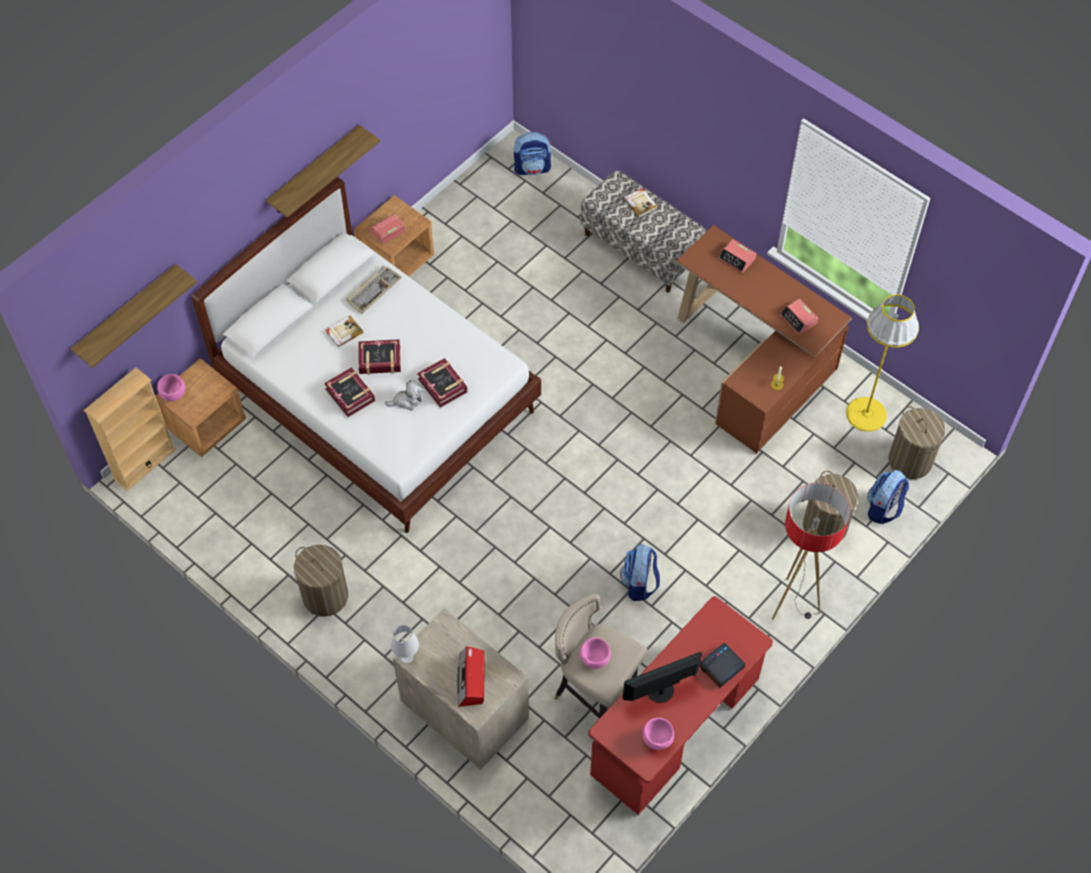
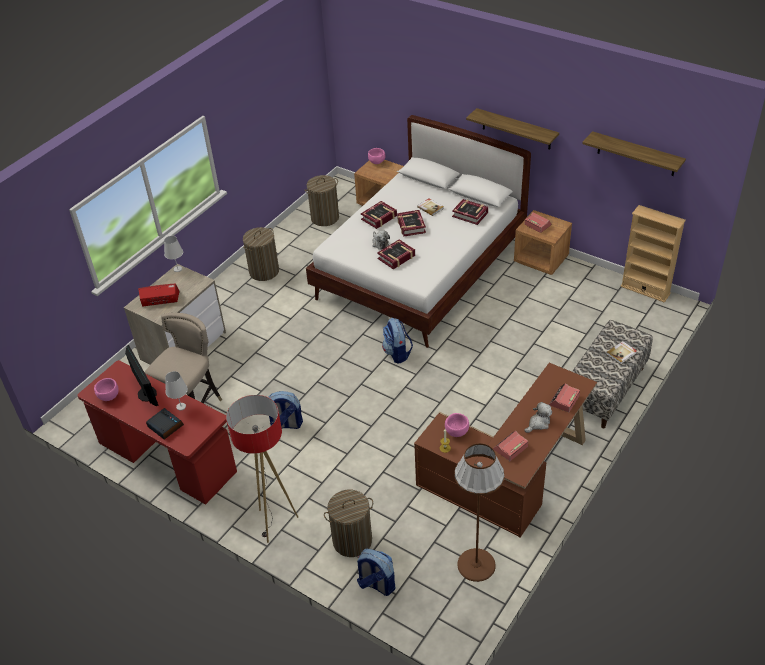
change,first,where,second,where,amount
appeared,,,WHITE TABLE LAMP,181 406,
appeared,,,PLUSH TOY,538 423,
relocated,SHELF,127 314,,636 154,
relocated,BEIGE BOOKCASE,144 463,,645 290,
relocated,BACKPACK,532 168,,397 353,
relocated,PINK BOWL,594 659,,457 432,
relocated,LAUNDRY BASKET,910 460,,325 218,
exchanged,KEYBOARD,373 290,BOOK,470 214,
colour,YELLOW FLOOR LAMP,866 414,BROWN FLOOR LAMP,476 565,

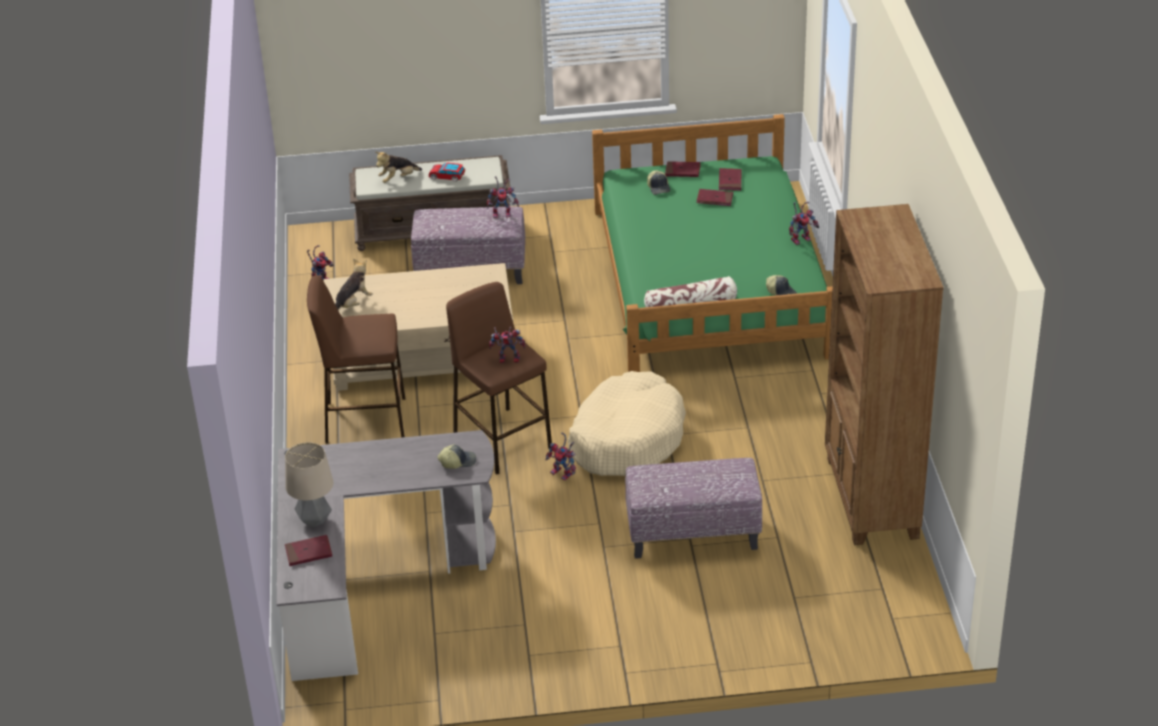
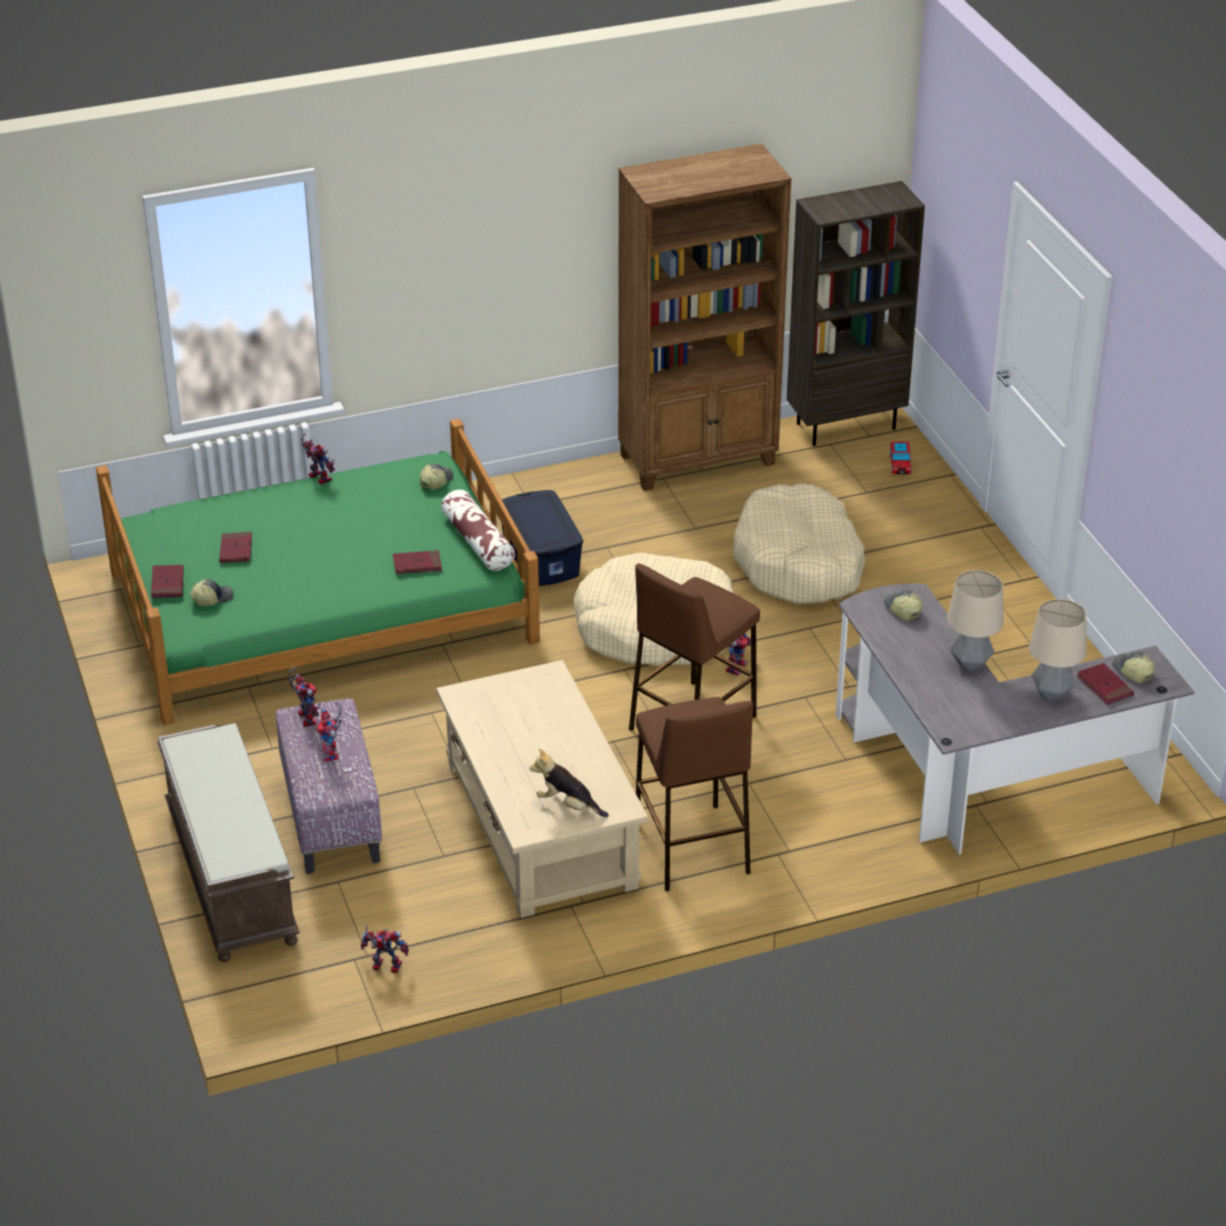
change,first,where,second,where,amount
missing,PLUSH TOY,398 179,,,
appeared,,,BLUE STORAGE BOX,541 556,
appeared,,,BROWN BOOKCASE,846 425,
appeared,,,TABLE LAMP,970 664,
appeared,,,CAP,1132 672,
relocated,TOY CAR,447 177,,900 464,
relocated,TOY ROBOT,507 360,,332 754,
relocated,RED BOOK,730 181,,417 564,
exchanged,OTTOMAN,693 533,BEIGE DOG BED,799 563,

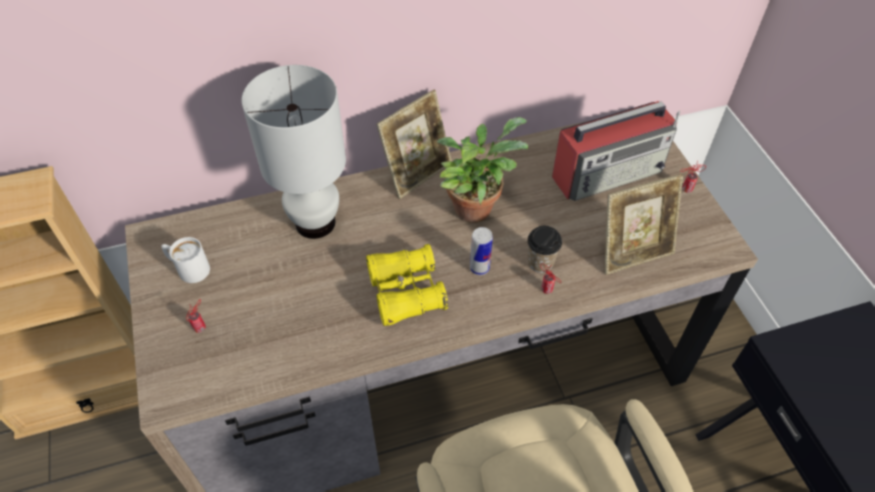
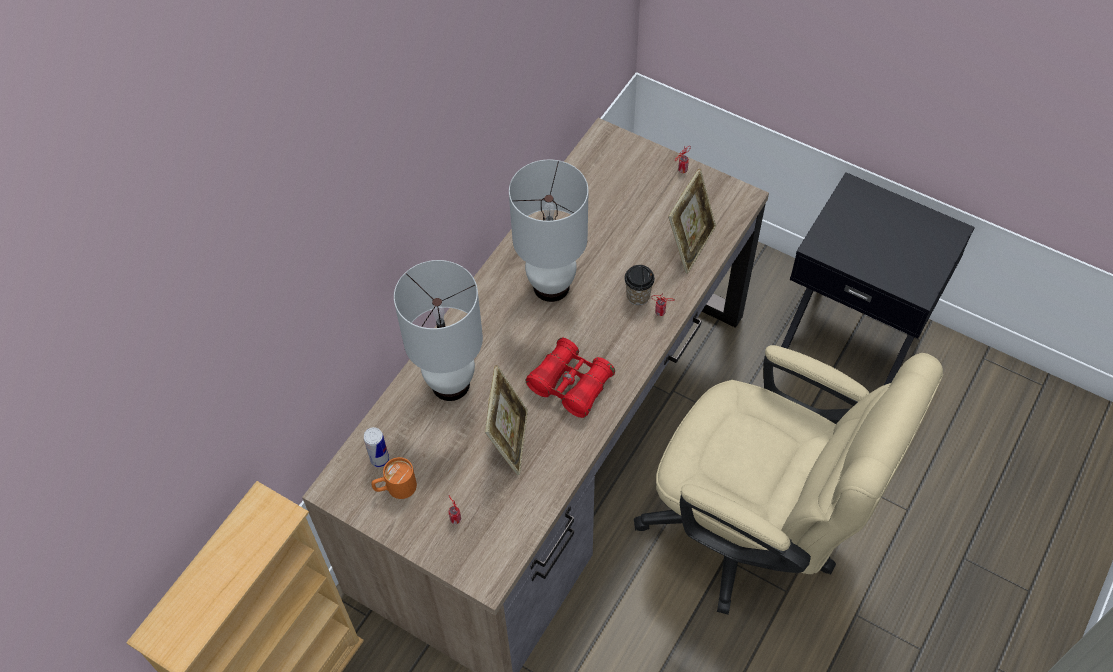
change,first,where,second,where,amount
missing,RADIO,609 173,,,
relocated,PICTURE FRAME,417 173,,509 440,
relocated,CAN,479 268,,379 459,
exchanged,POTTED PLANT,475 205,WHITE TABLE LAMP,552 286,
colour,WHITE MUG,188 268,ORANGE MUG,395 488,
colour,YELLOW BINOCULARS,406 292,RED BINOCULARS,570 384,

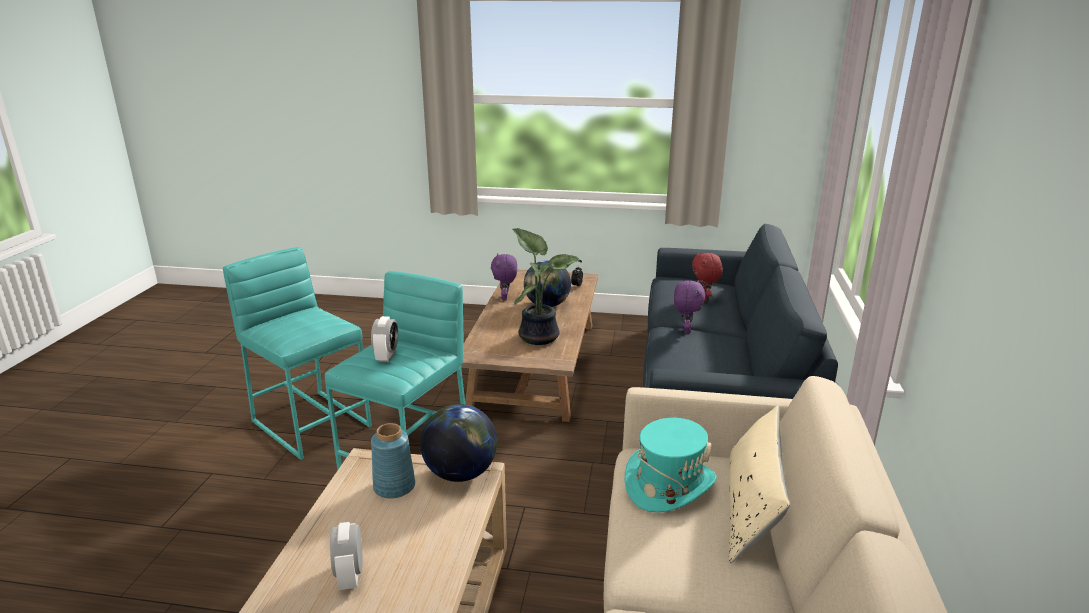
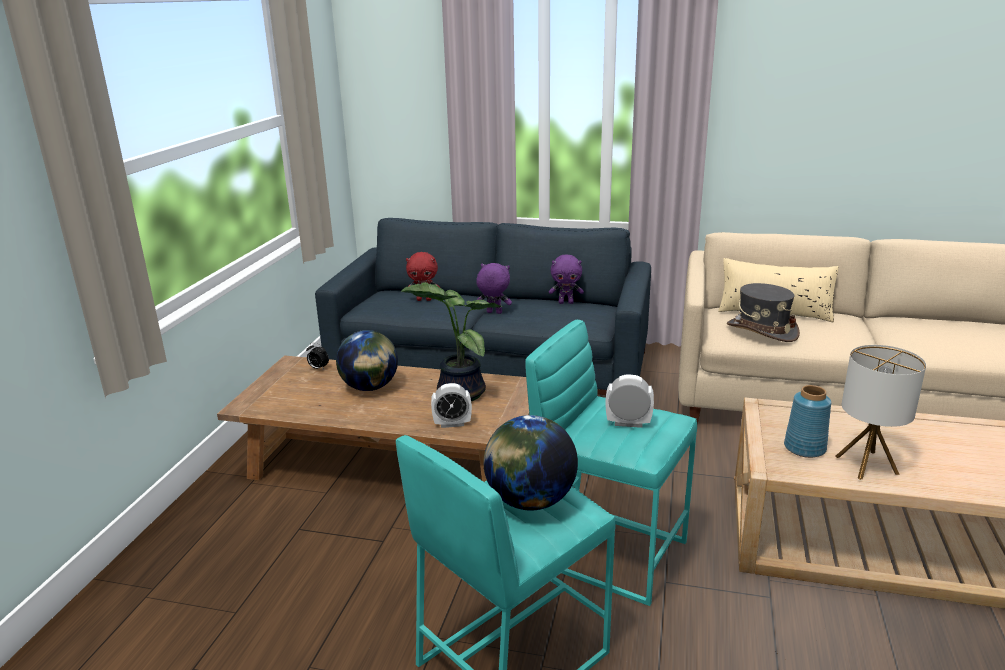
change,first,where,second,where,amount
appeared,,,TABLE LAMP,866 465,
relocated,ALARM CLOCK,350 576,,452 424,
relocated,GLOBE,460 473,,530 501,
relocated,PURPLE PLUSH TOY,505 298,,566 302,
colour,TURQUOISE HAT,669 484,GREY HAT,761 330,

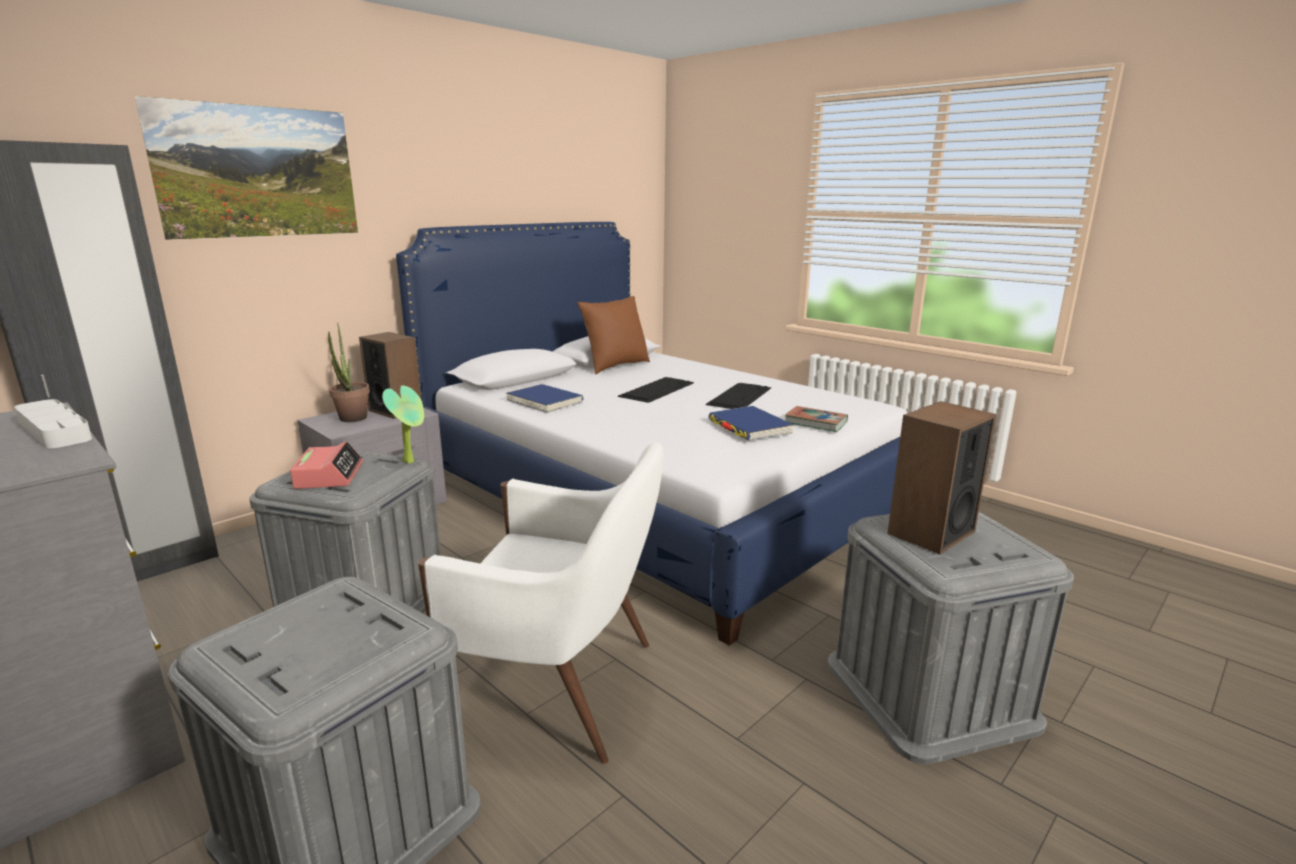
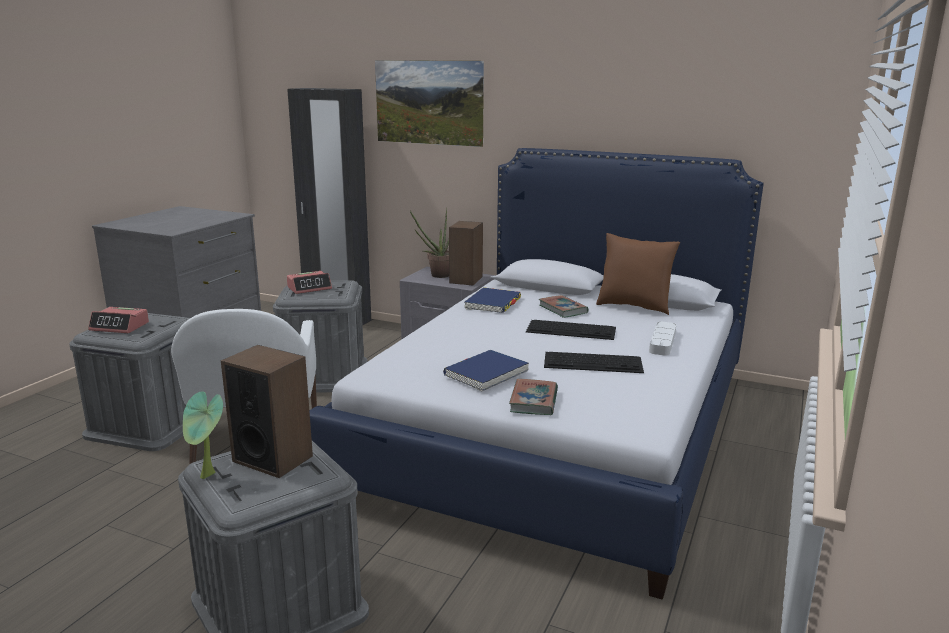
change,first,where,second,where,amount
appeared,,,ALARM CLOCK,120 326,
appeared,,,BOOK,563 309,
relocated,WHITE TRAY,54 430,,662 342,
relocated,POTTED PLANT,411 461,,208 477,

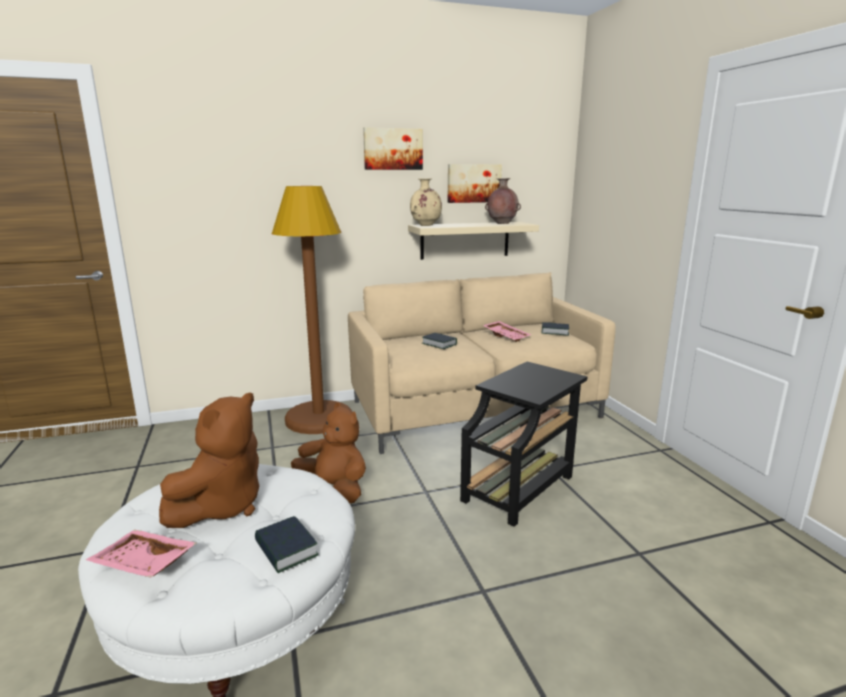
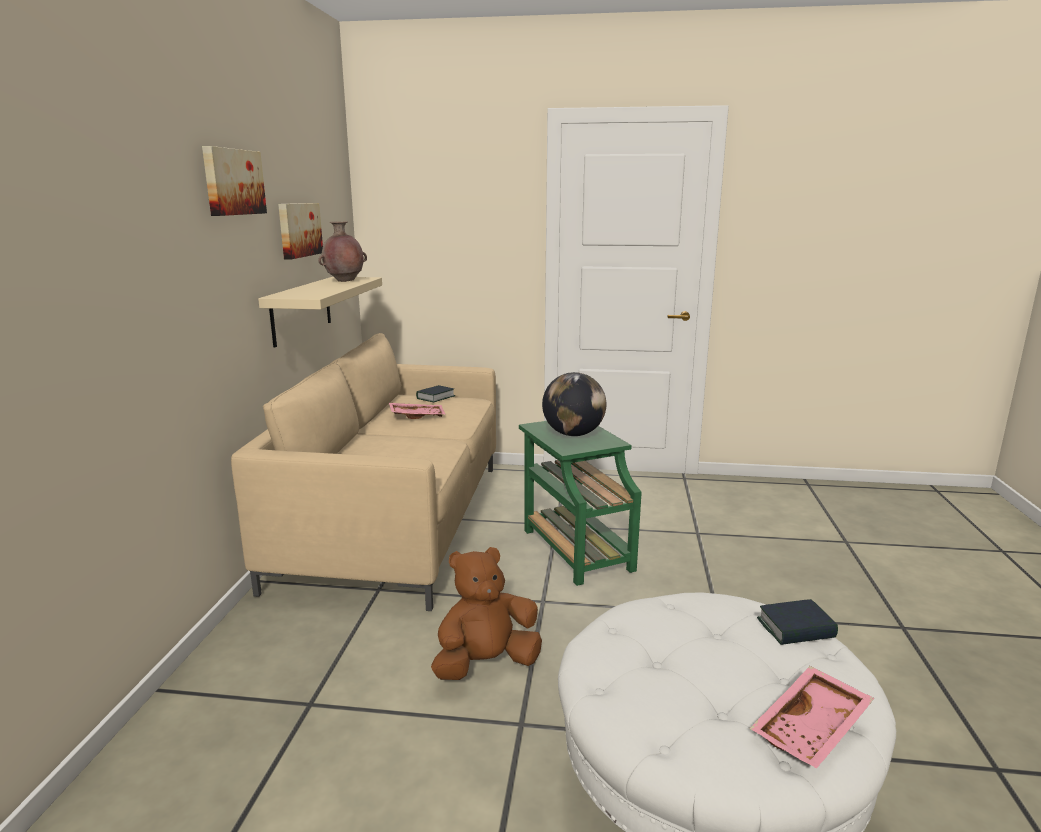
change,first,where,second,where,amount
missing,BROWN PLUSH TOY,222 506,,,
missing,BROWN FLOOR LAMP,319 419,,,
missing,BEIGE VASE,425 225,,,
missing,BOOK,439 344,,,
appeared,,,GLOBE,573 434,
colour,BLACK SIDE TABLE,520 487,GREEN SIDE TABLE,575 549,

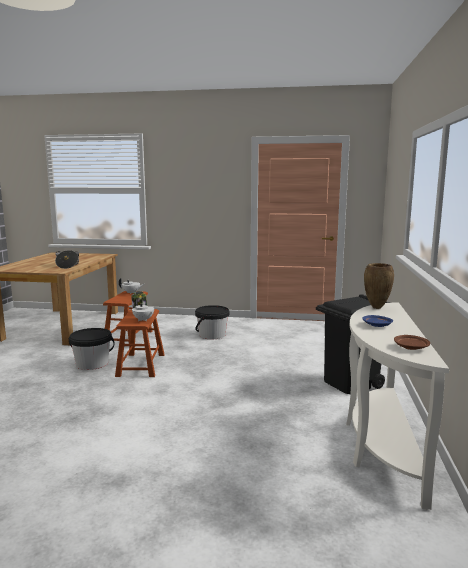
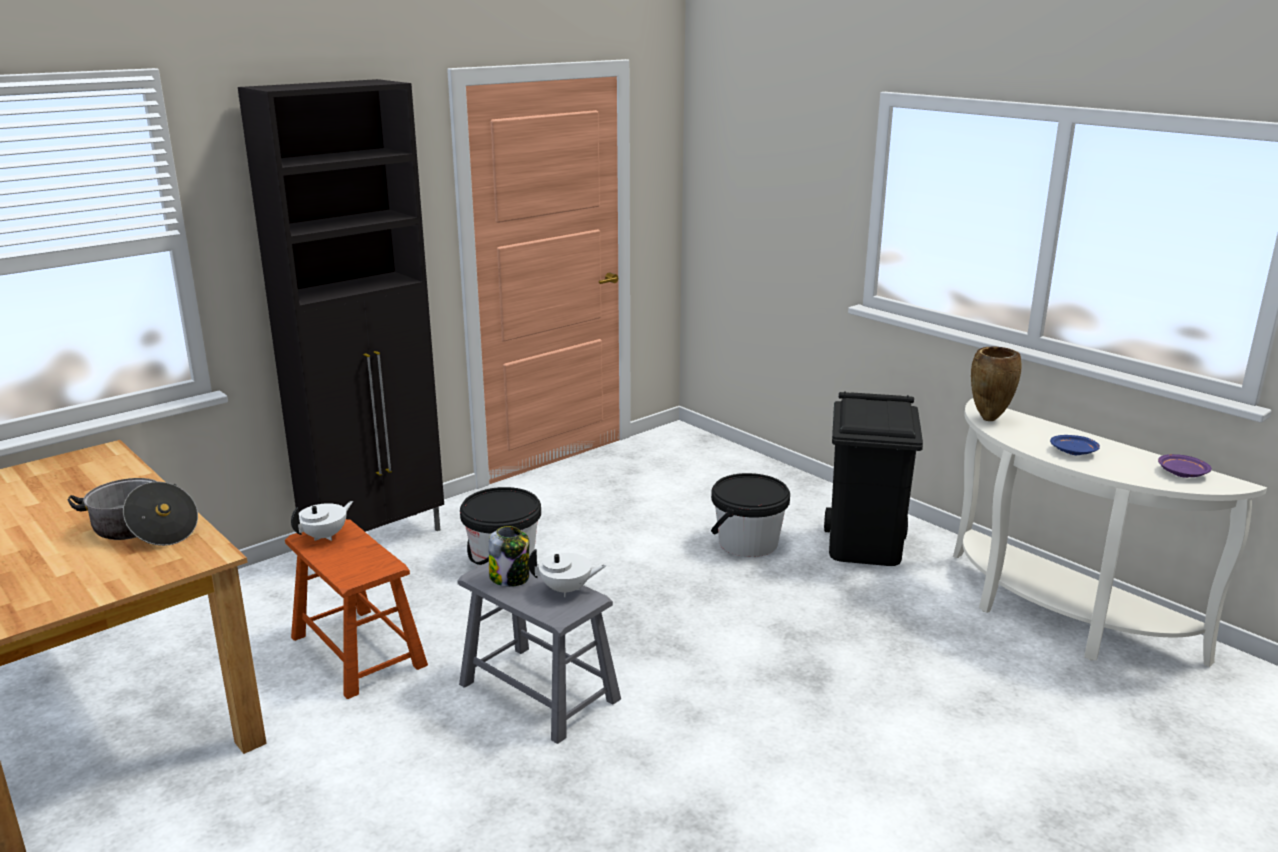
change,first,where,second,where,amount
appeared,,,BLACK CABINET,377 539,
relocated,BLACK BUCKET,92 364,,748 543,
colour,BROWN STOOL,141 365,GREY STOOL,539 691,
colour,BROWN PLATE,410 347,PURPLE PLATE,1181 473,

